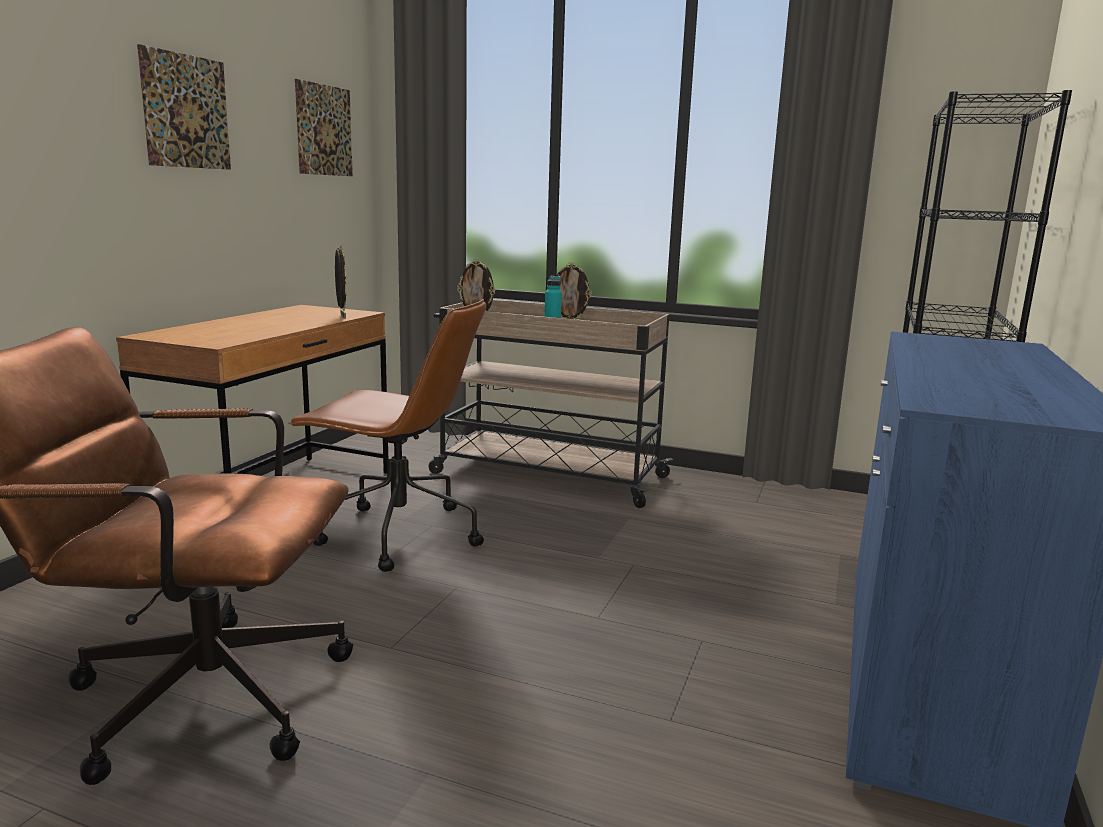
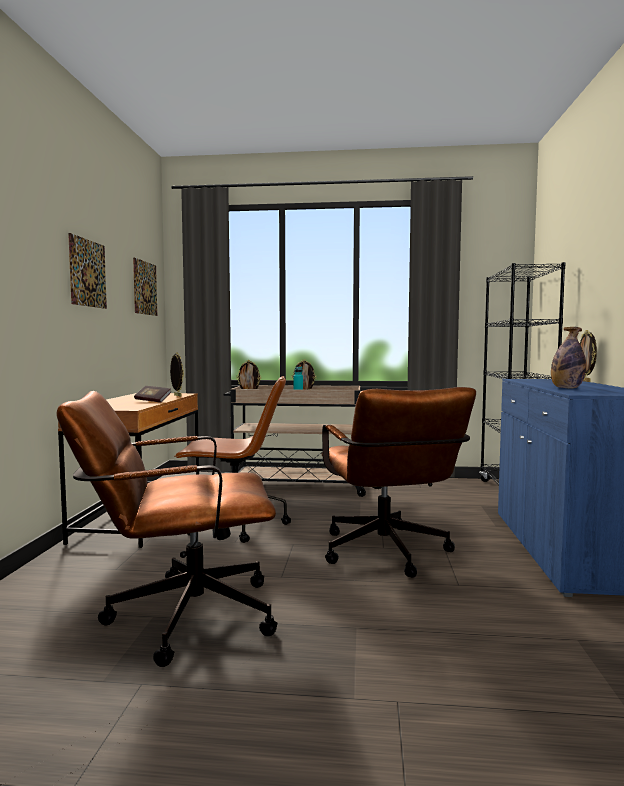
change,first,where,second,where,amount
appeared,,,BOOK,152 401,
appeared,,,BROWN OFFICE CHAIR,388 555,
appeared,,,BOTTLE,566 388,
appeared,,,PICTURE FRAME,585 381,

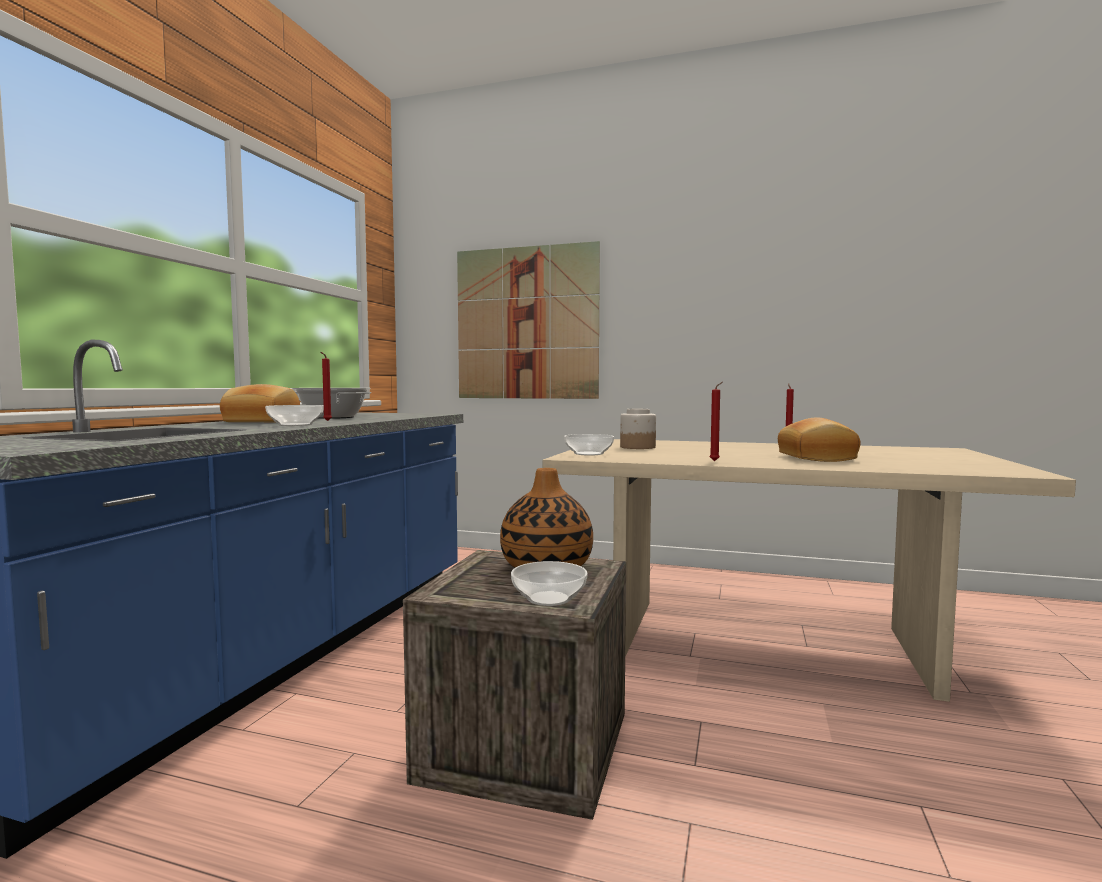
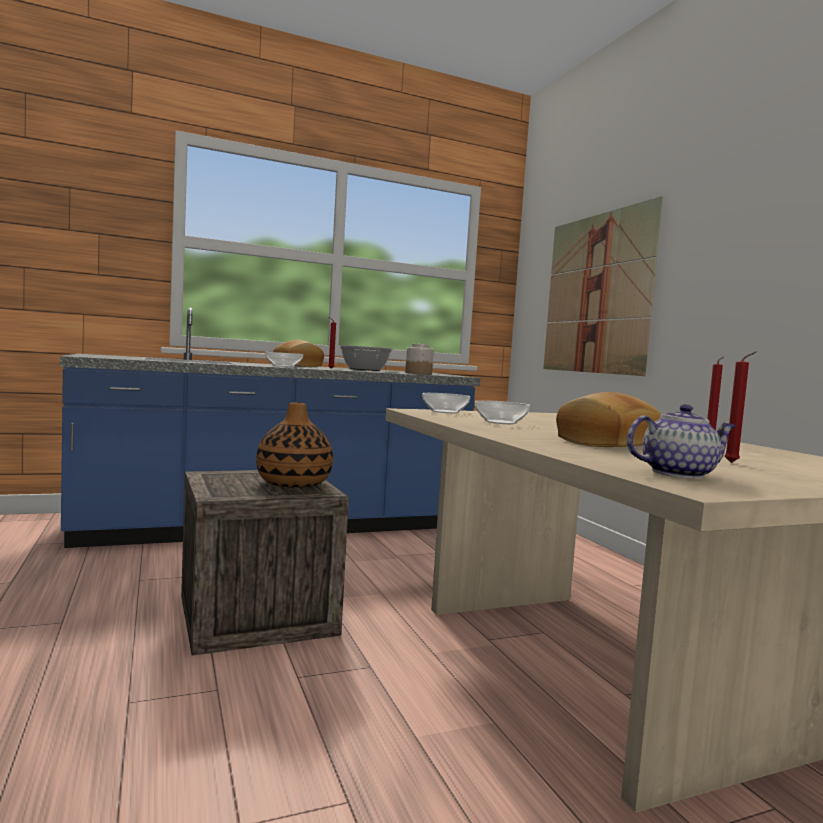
change,first,where,second,where,amount
appeared,,,TEAPOT,678 473,
relocated,BOWL,548 598,,500 422,
relocated,JAR,637 447,,418 373,
relocated,RED CANDLE,715 461,,734 463,

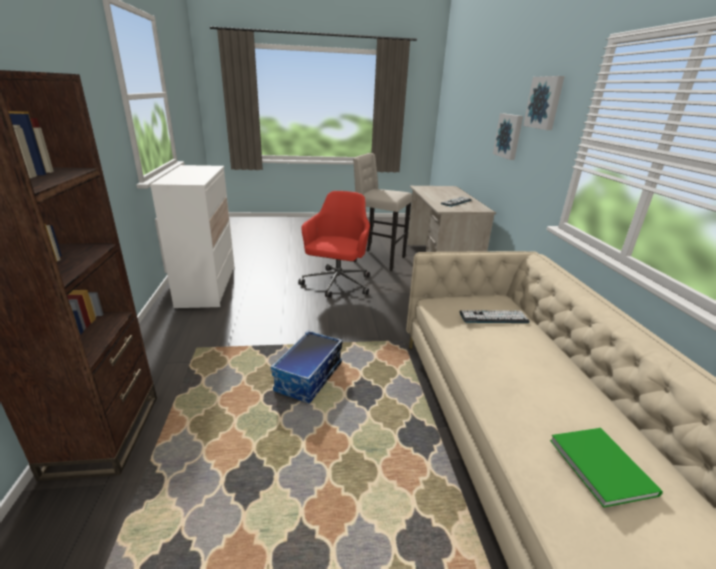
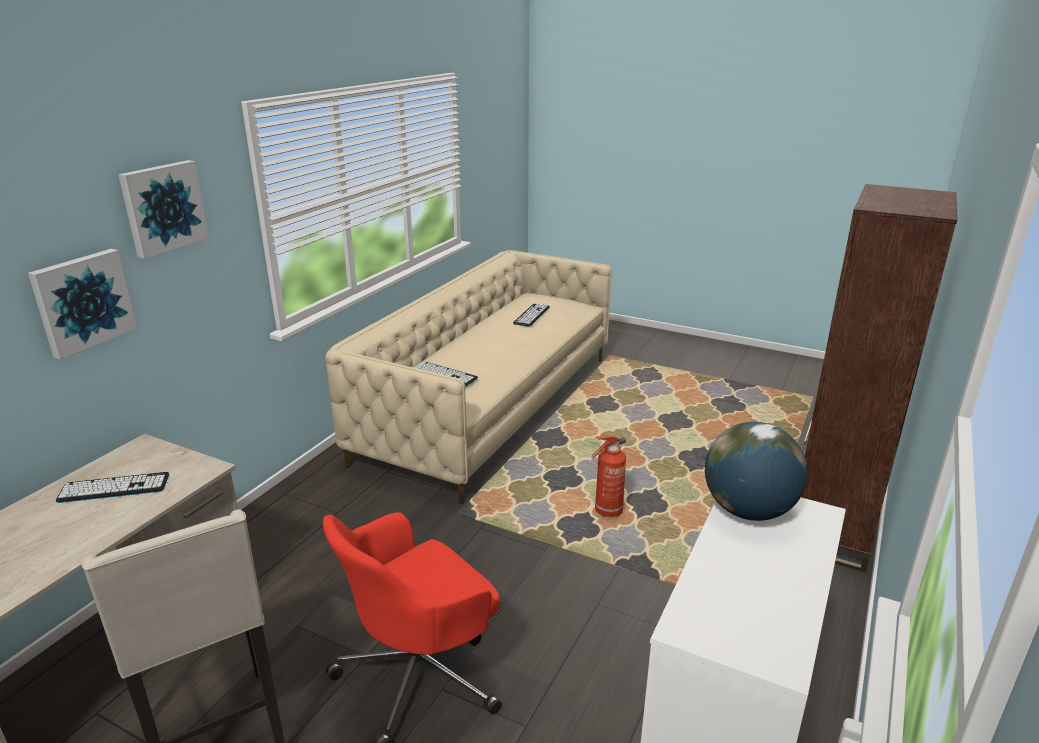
change,first,where,second,where,amount
appeared,,,GLOBE,749 510,
exchanged,STORAGE BOX,309 378,FIRE EXTINGUISHER,607 512,
exchanged,GREEN BOOK,601 464,KEYBOARD,531 315,

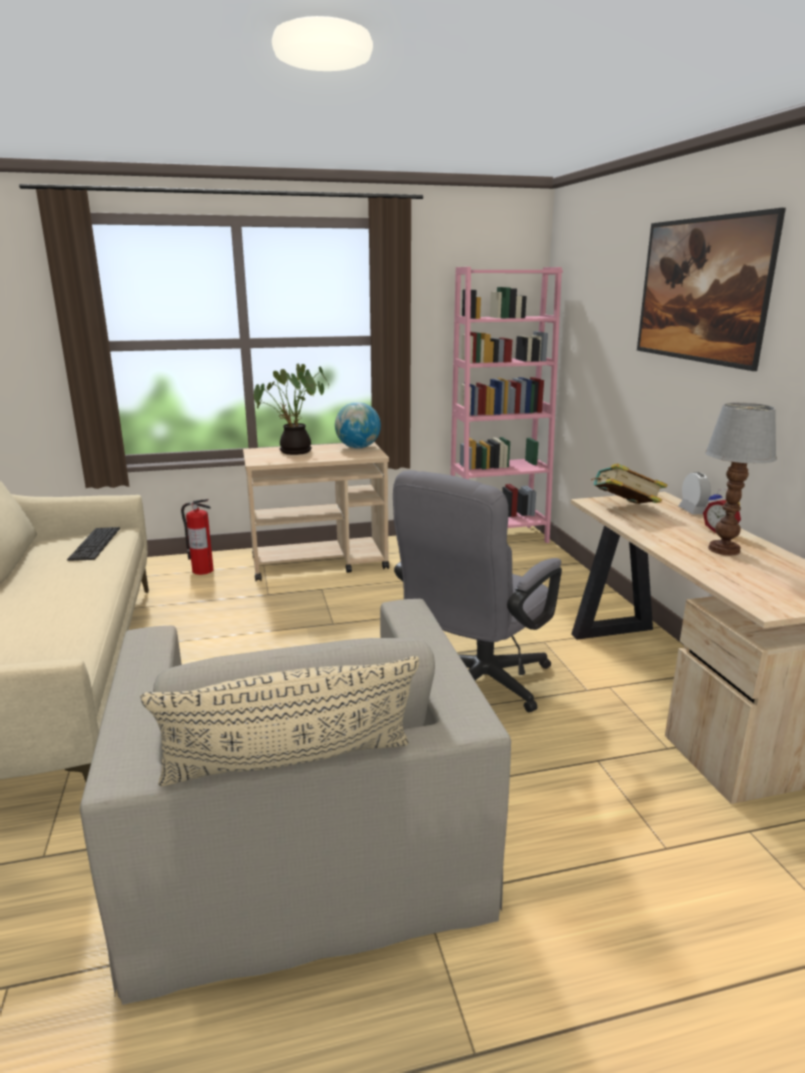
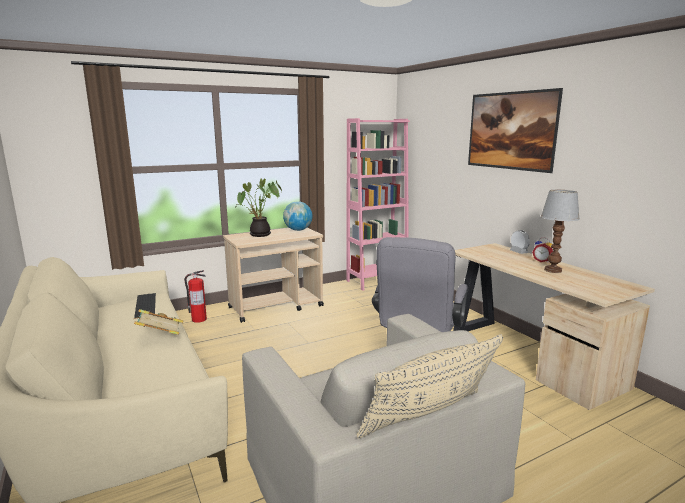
change,first,where,second,where,amount
relocated,BOOK,624 508,,160 339,

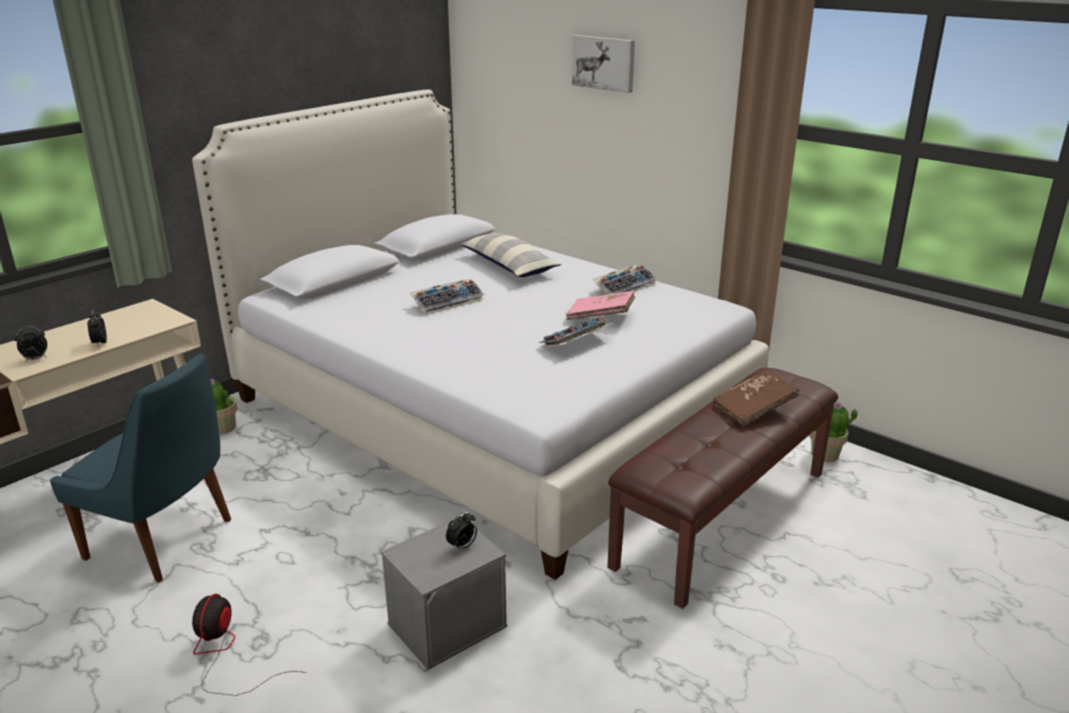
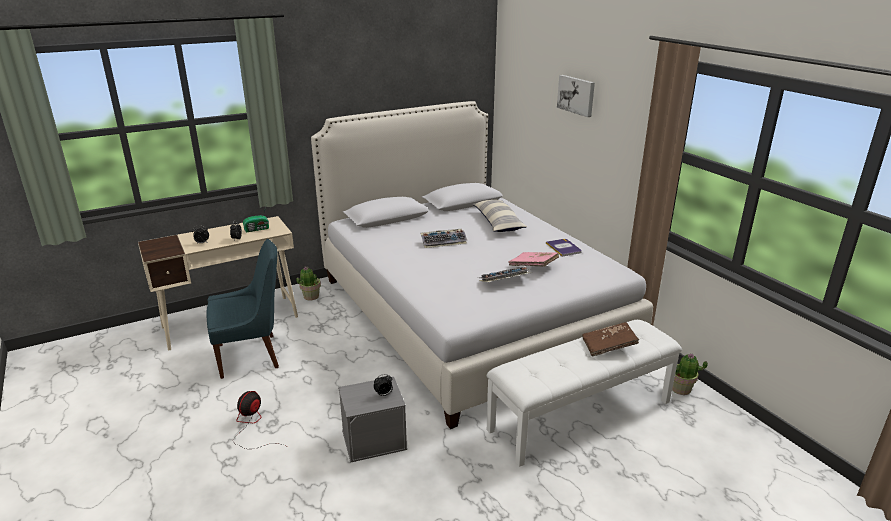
change,first,where,second,where,amount
appeared,,,RADIO,257 229,
exchanged,KEYBOARD,624 286,BOOK,563 248,
colour,BROWN BENCH,721 517,WHITE BENCH,580 415,
spun,BLUE CHAIR,164 540,,251 355,60 degrees counterclockwise

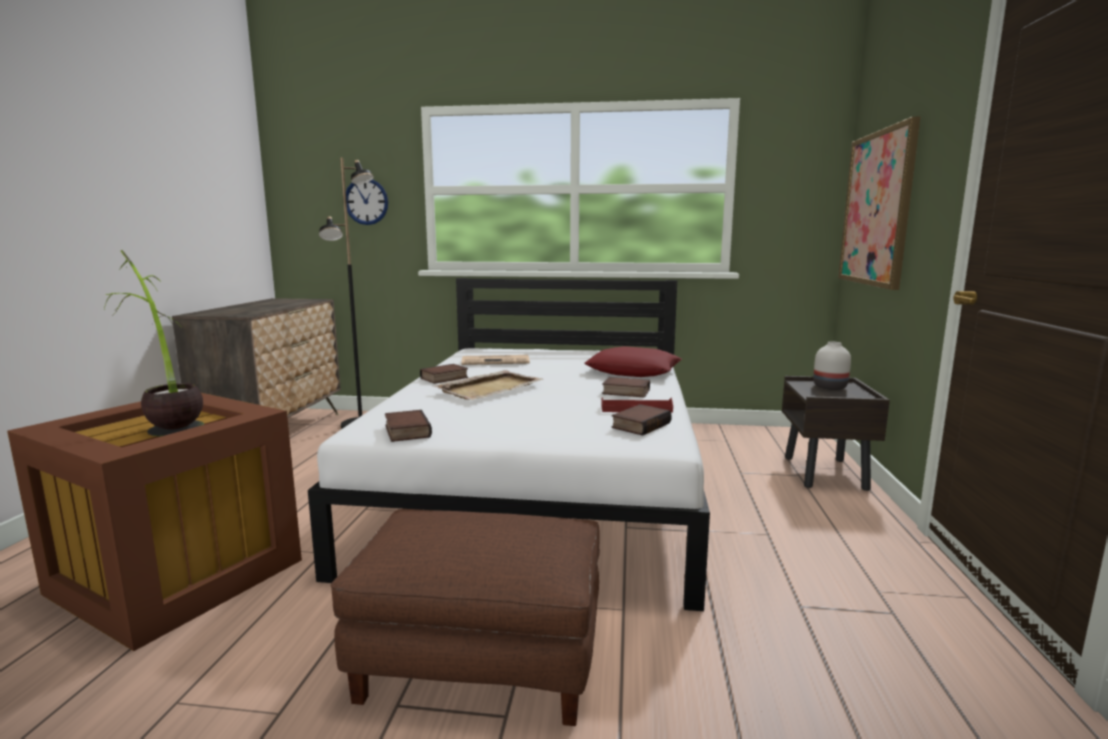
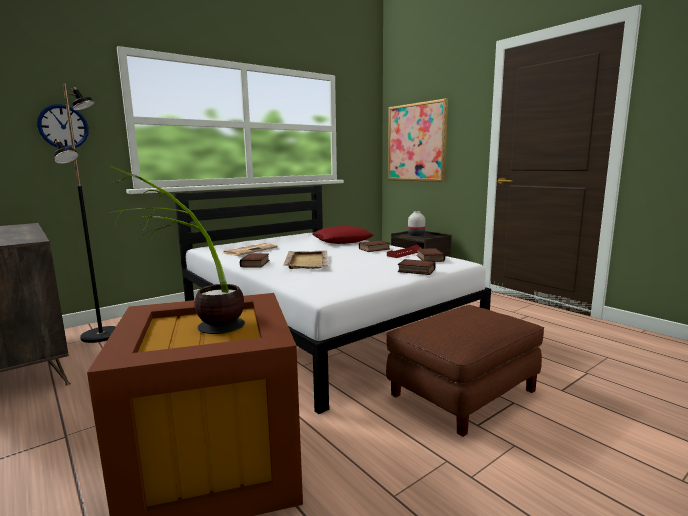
change,first,where,second,where,amount
relocated,BOOK,405 431,,415 271,

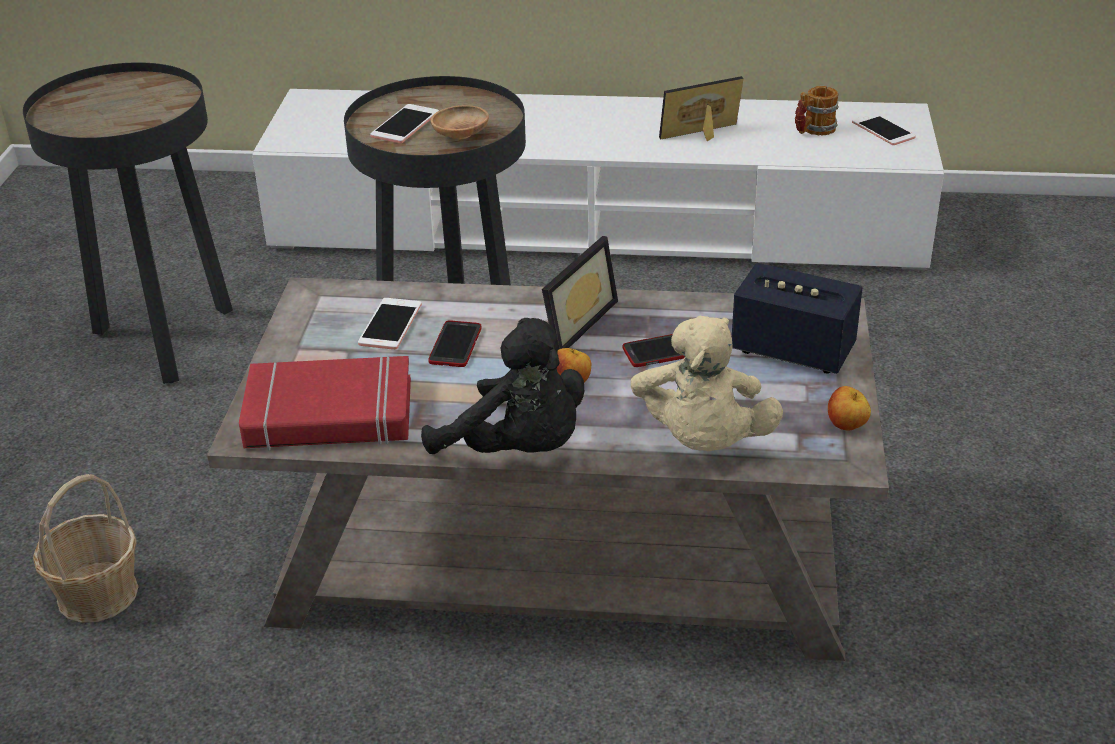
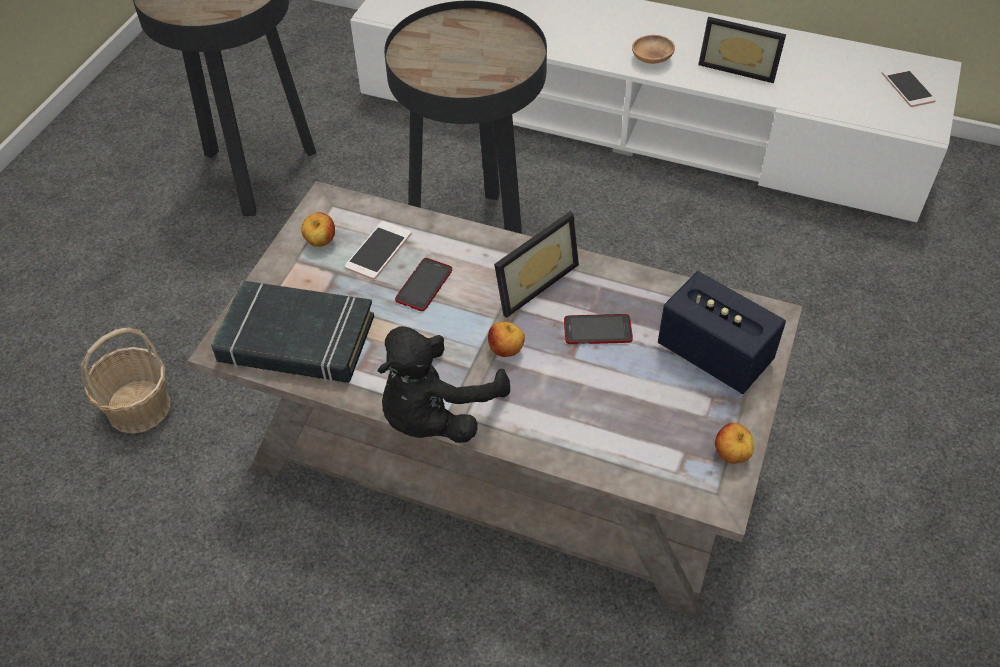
change,first,where,second,where,amount
missing,PHONE,405 125,,,
missing,BEIGE PLUSH TOY,702 441,,,
missing,MUG,813 130,,,
appeared,,,APPLE,320 242,
relocated,BROWN BOWL,460 136,,651 59,
colour,RED BOOK,329 415,BLACK BOOK,296 340,
spun,BLACK PLUSH TOY,518 449,,436 414,75 degrees clockwise
spun,PICTURE FRAME,703 136,,739 66,150 degrees counterclockwise

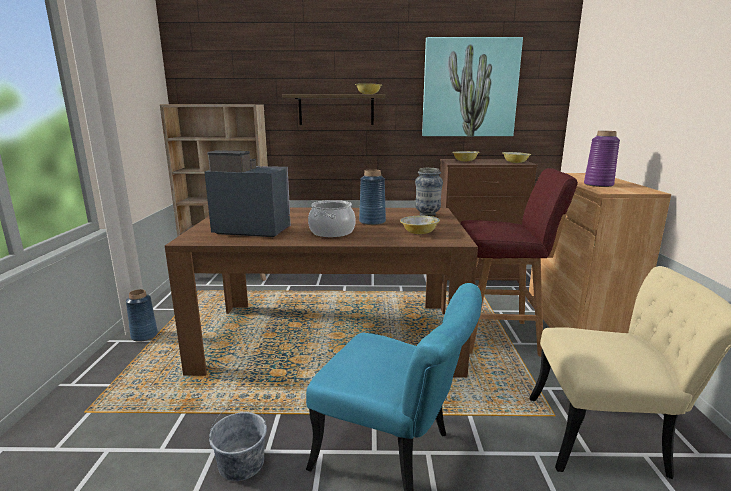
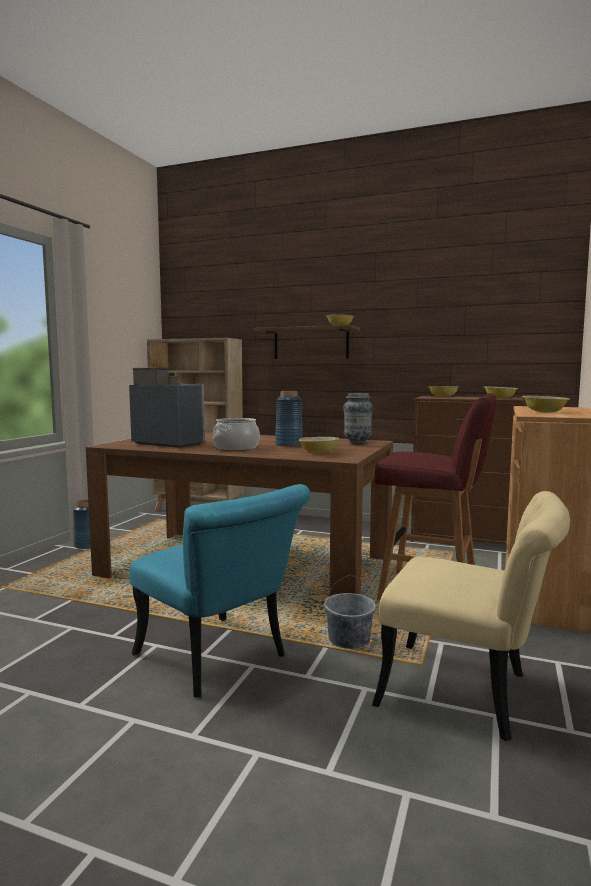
change,first,where,second,where,amount
missing,PICTURE,469 88,,,
relocated,GREY BUCKET,241 464,,348 639,
exchanged,PURPLE VASE,598 184,BOWL,544 412,

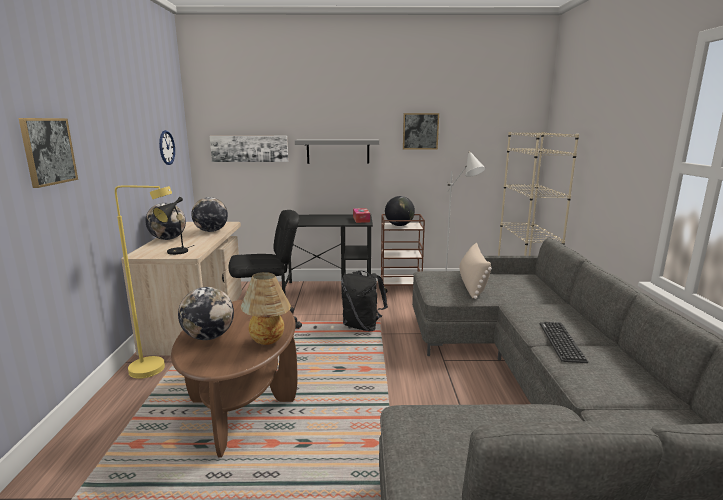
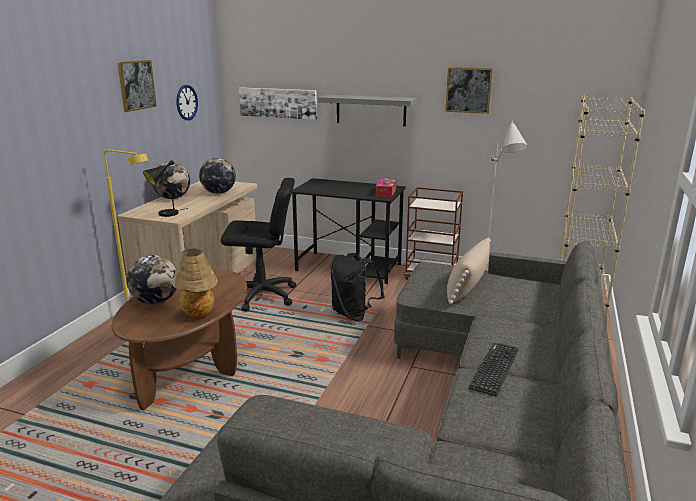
change,first,where,second,where,amount
missing,GLOBE,399 225,,,
relocated,PICTURE,48 151,,136 85,

